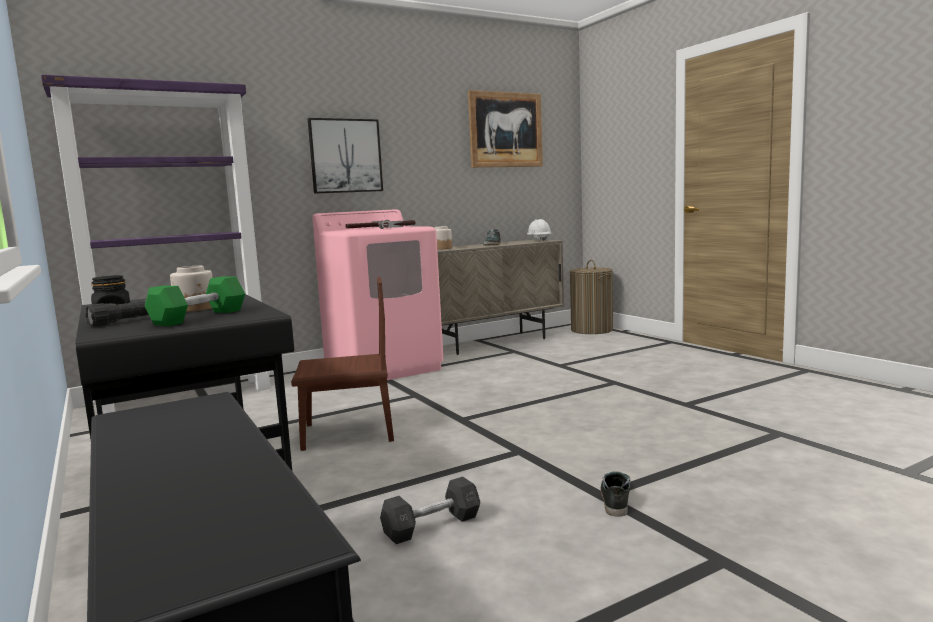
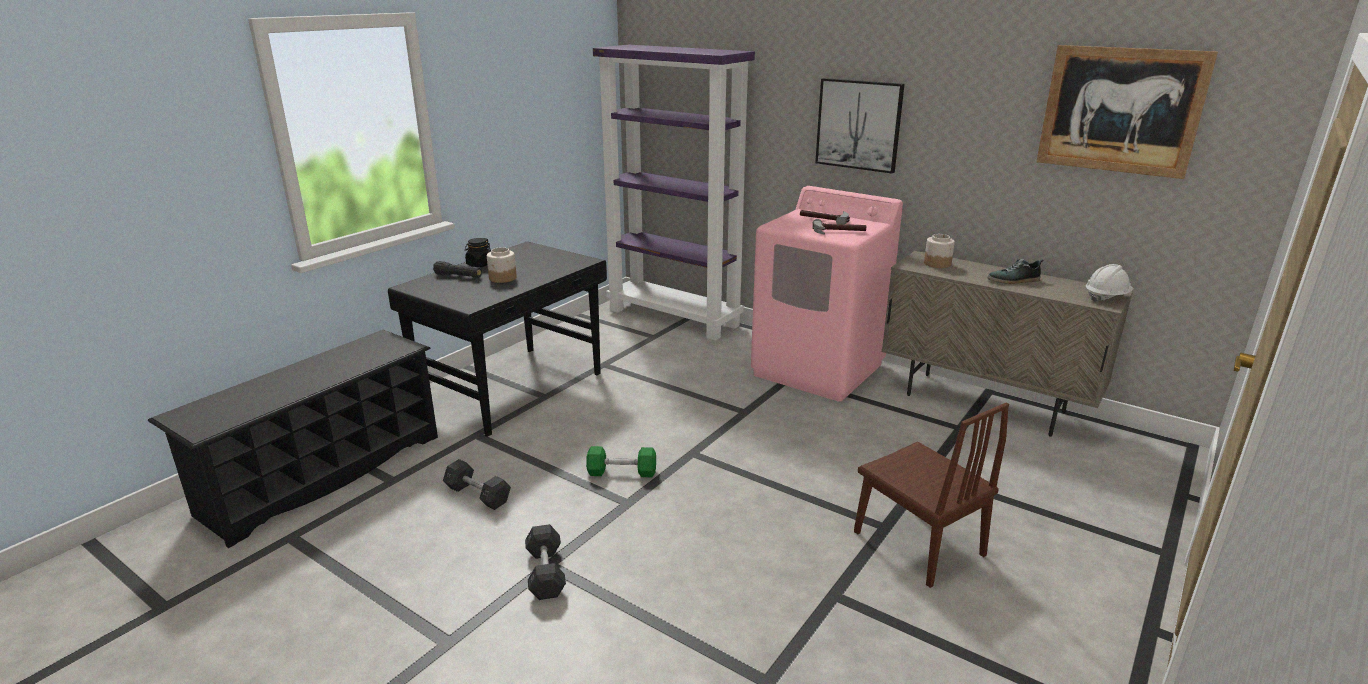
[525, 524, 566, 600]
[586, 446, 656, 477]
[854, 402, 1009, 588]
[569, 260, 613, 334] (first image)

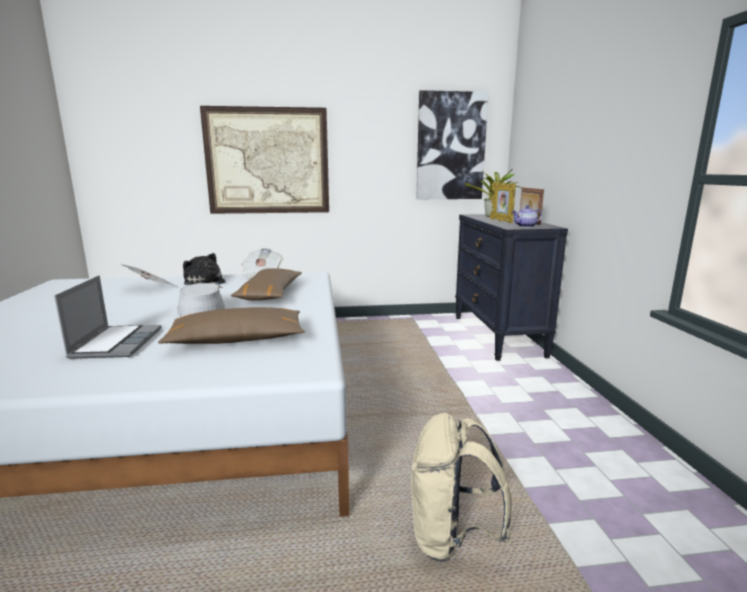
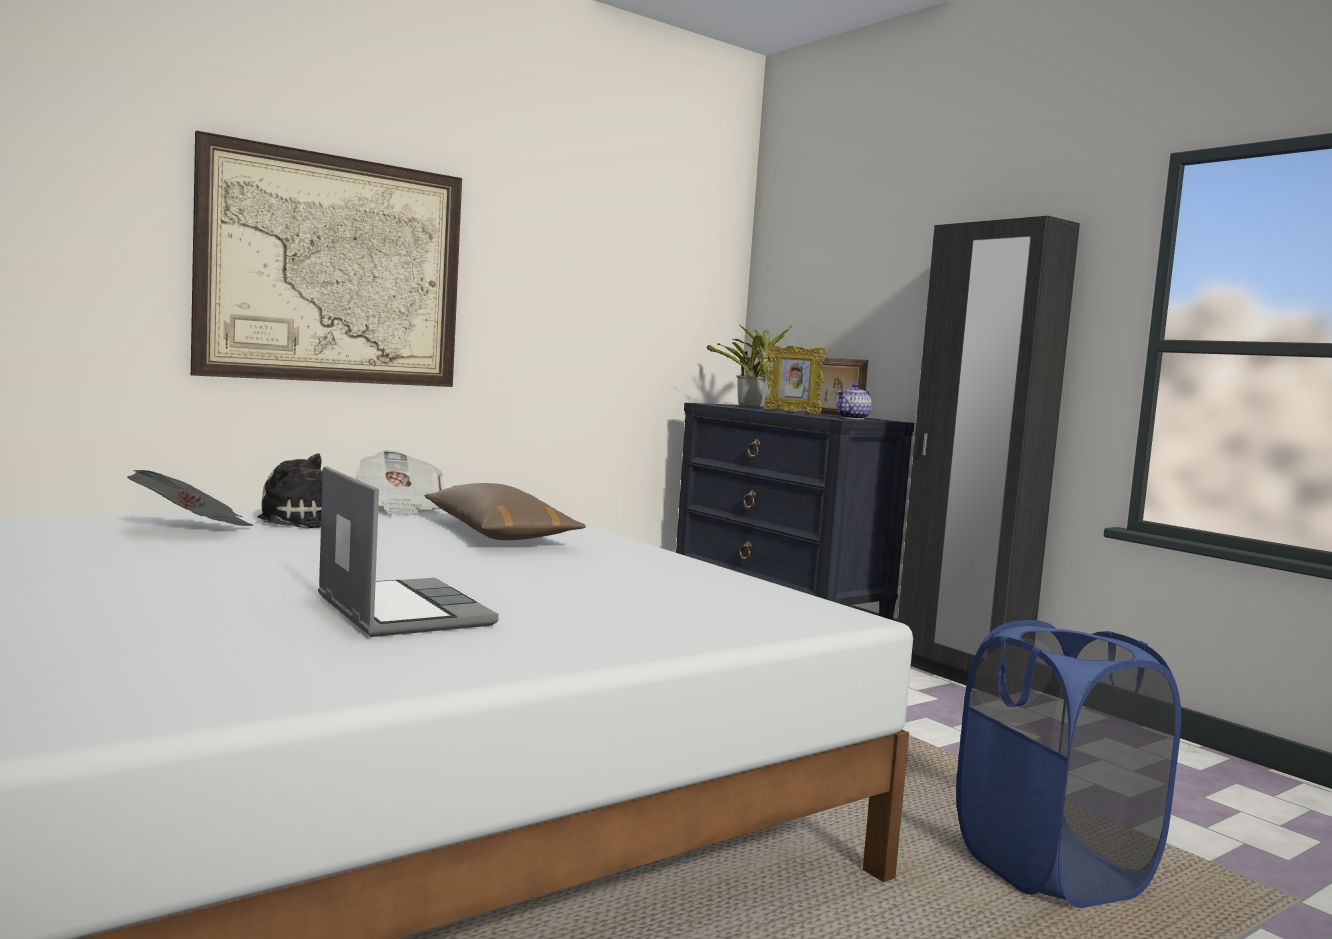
[898, 216, 1080, 685]
[956, 620, 1181, 908]
[158, 307, 305, 344] (first image)
[177, 283, 225, 317] (first image)
[416, 90, 489, 199] (first image)

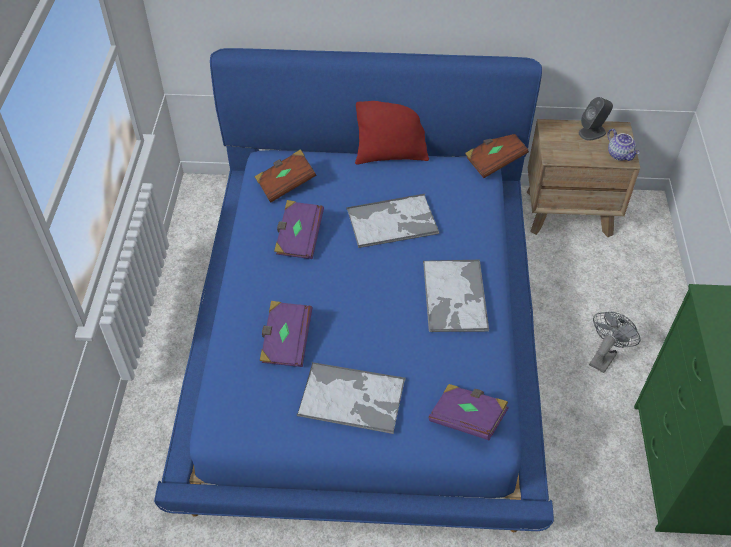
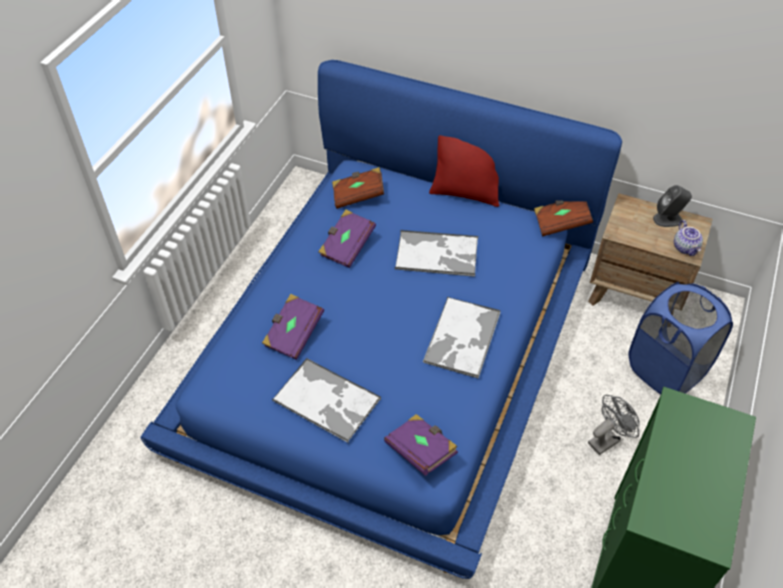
[628, 282, 733, 394]

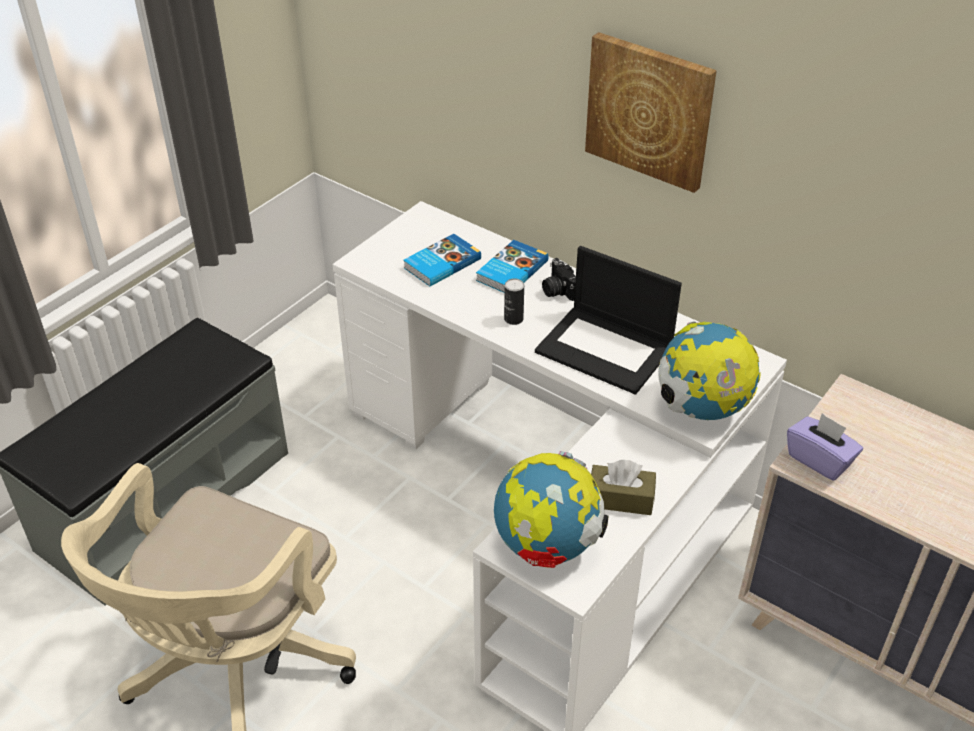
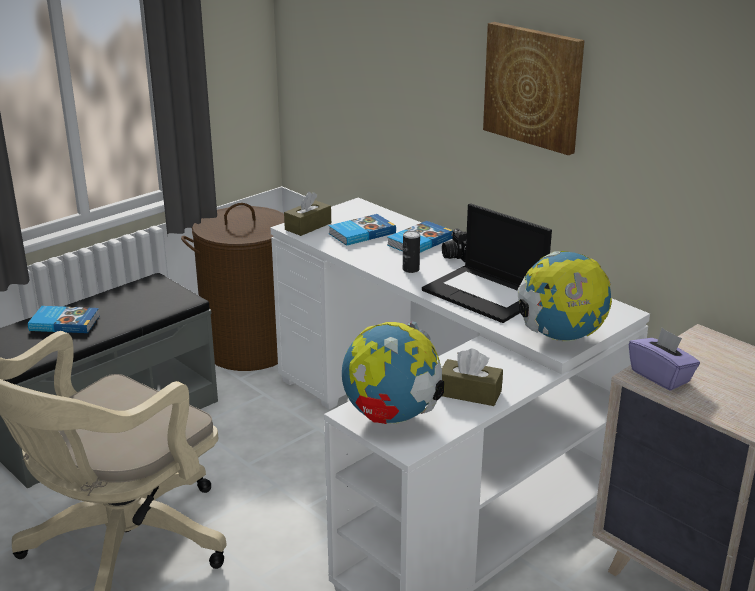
[28, 306, 100, 333]
[181, 203, 284, 371]
[284, 192, 331, 236]

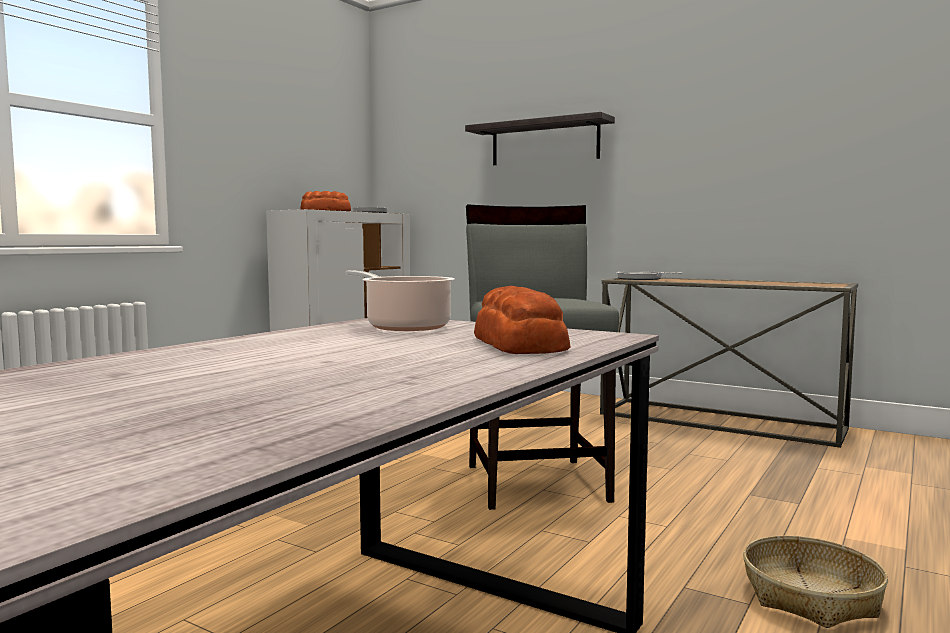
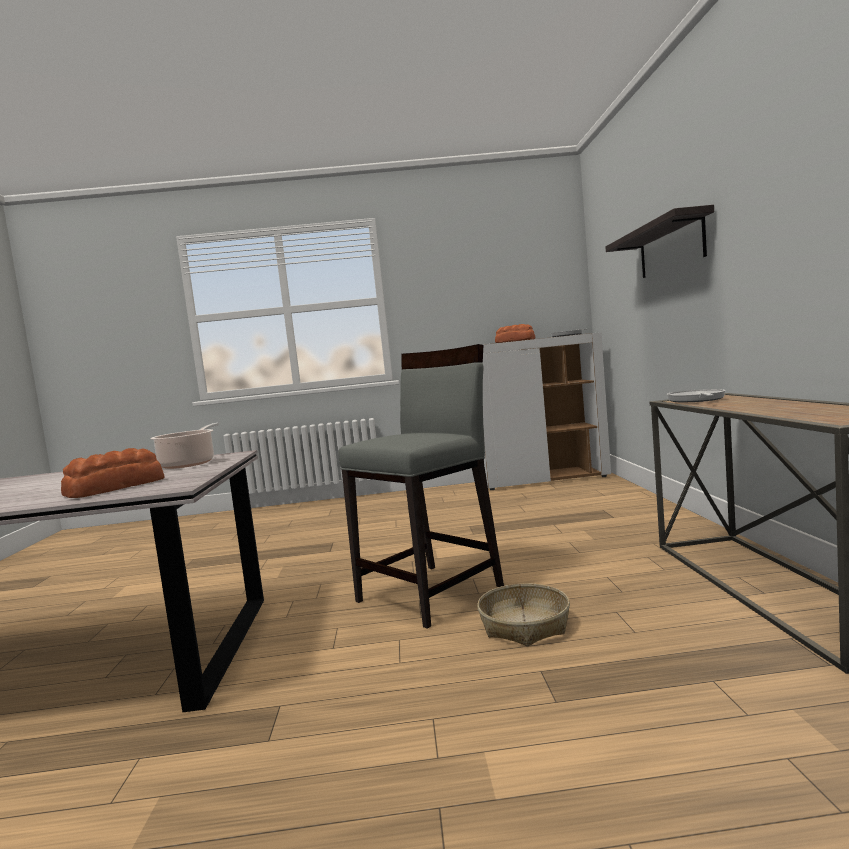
[477, 583, 570, 646]

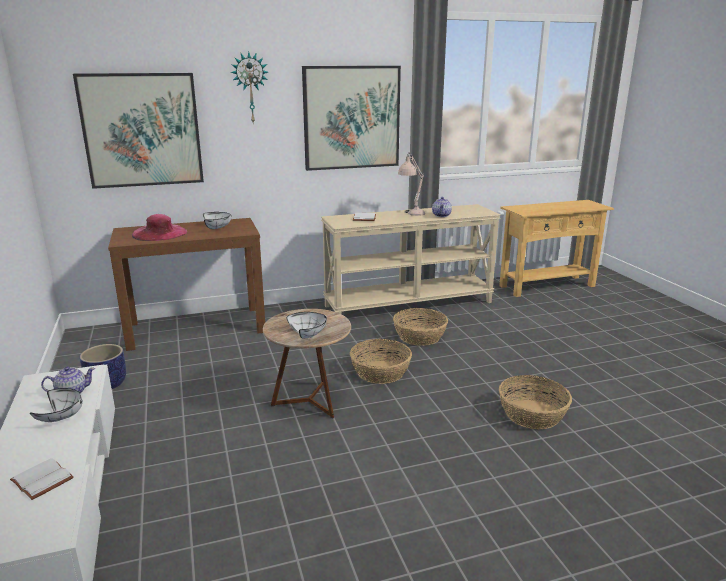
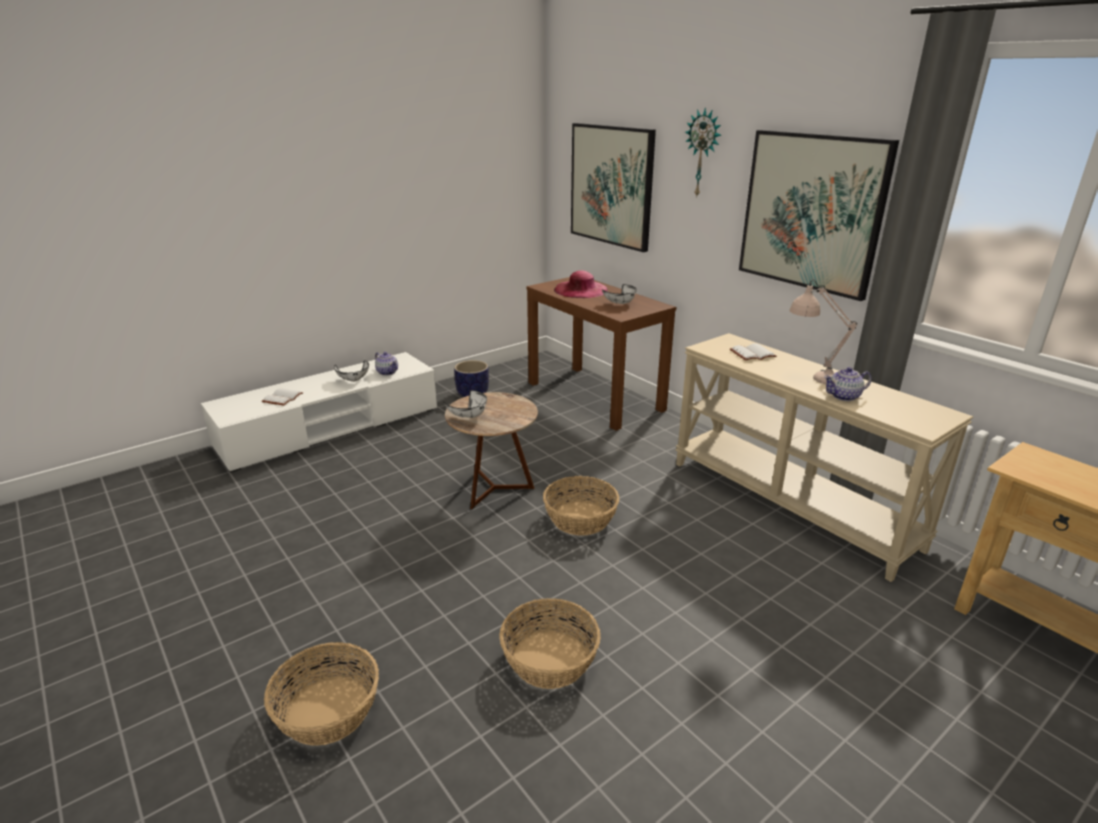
[264, 642, 379, 746]

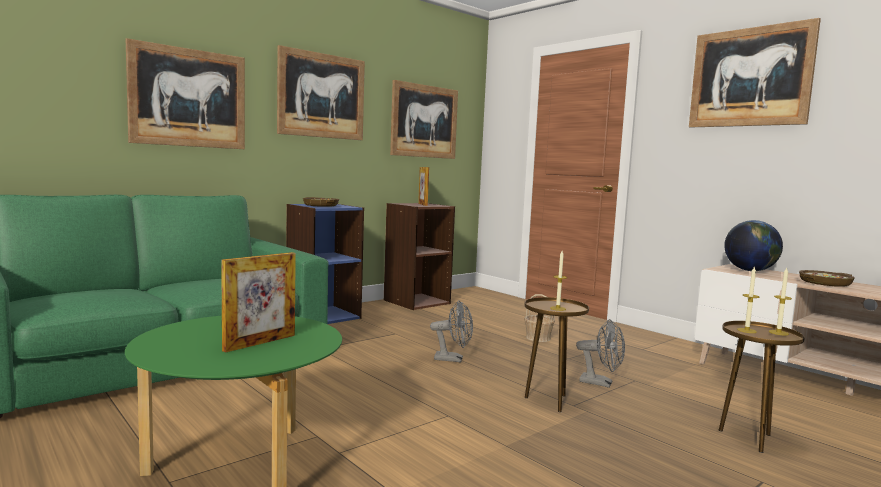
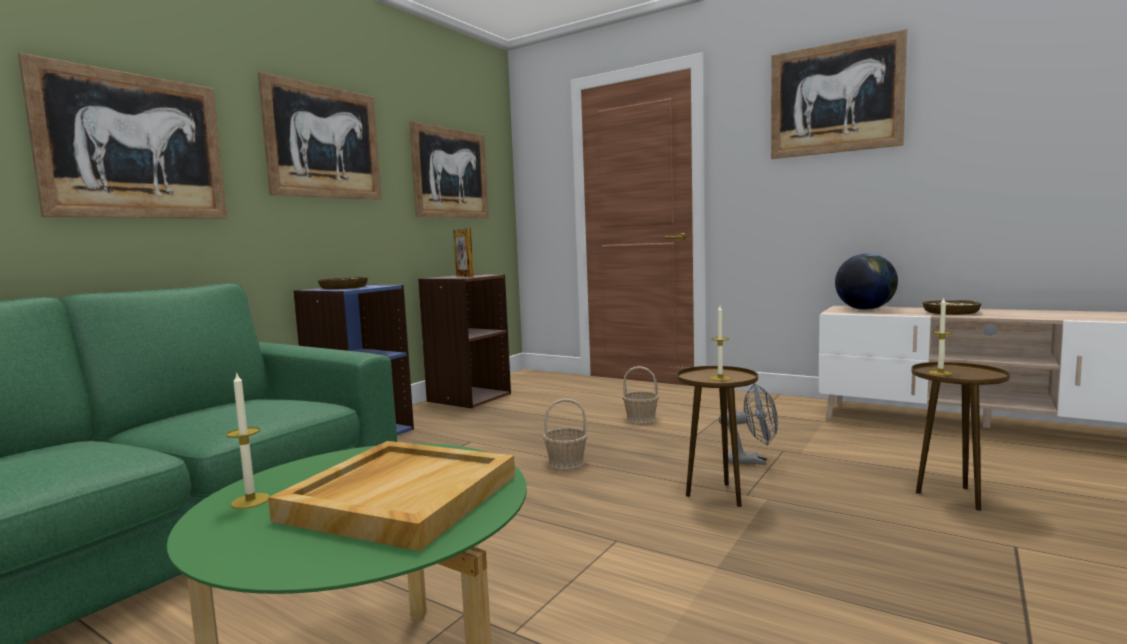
[226, 374, 270, 509]
[268, 441, 515, 551]
[543, 398, 588, 469]

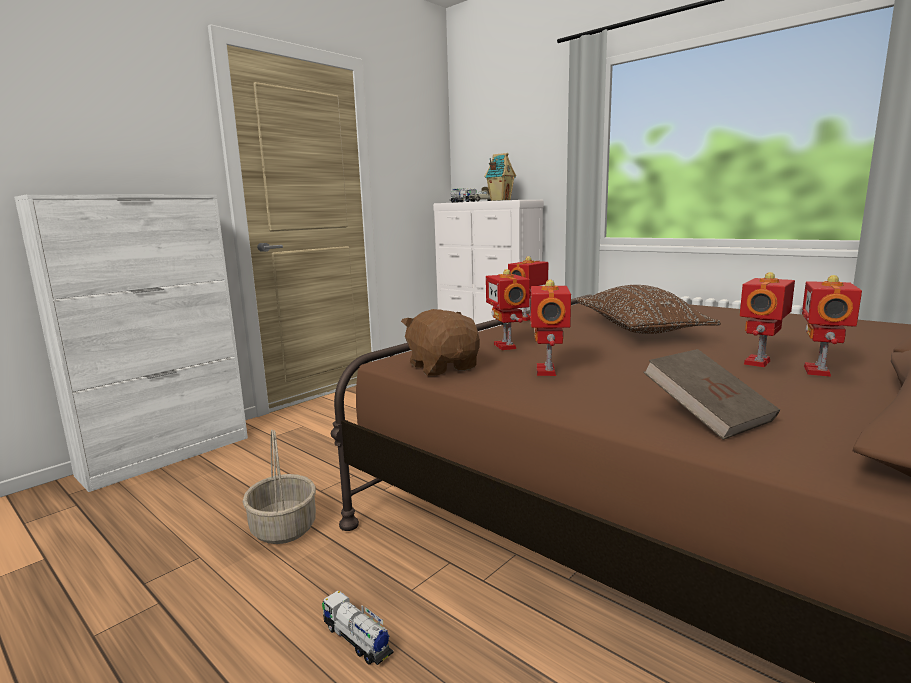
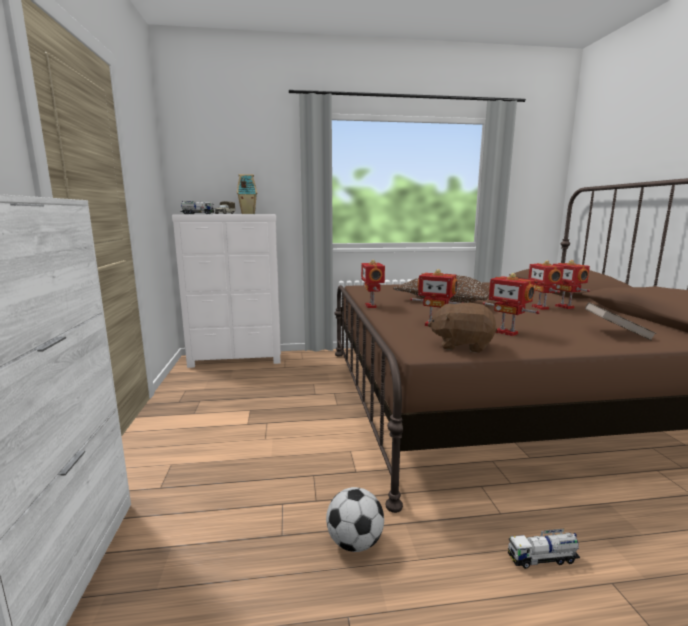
[326, 487, 384, 552]

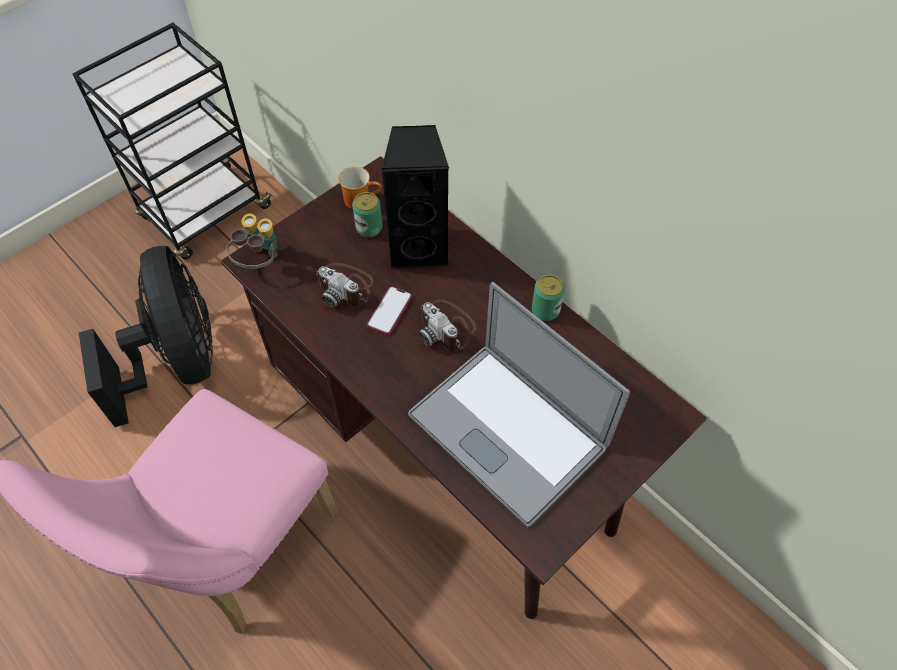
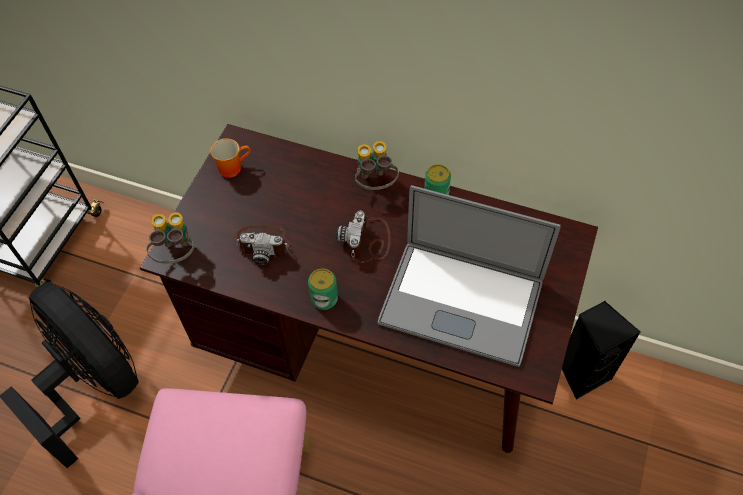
[308, 268, 338, 310]
[336, 211, 391, 263]
[355, 141, 399, 190]
[562, 301, 640, 400]
[367, 286, 412, 335] (first image)

